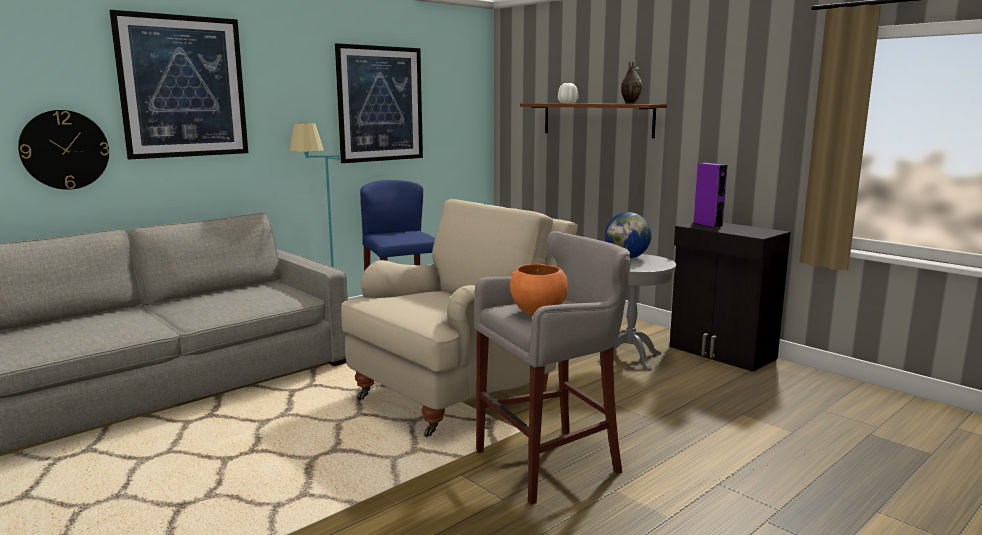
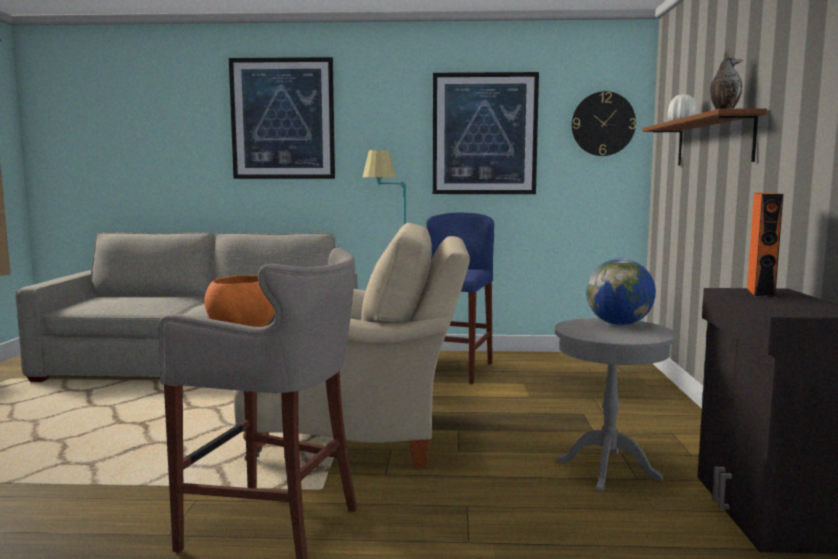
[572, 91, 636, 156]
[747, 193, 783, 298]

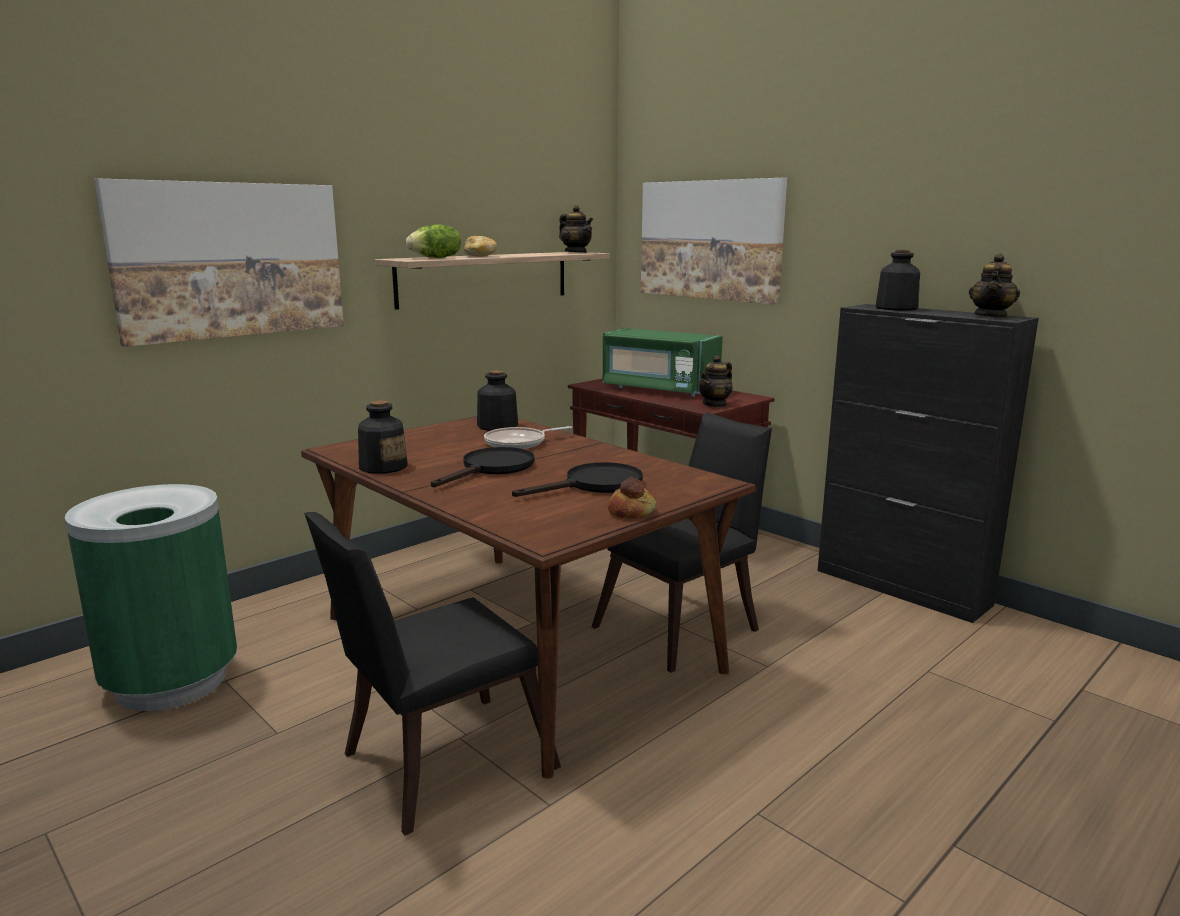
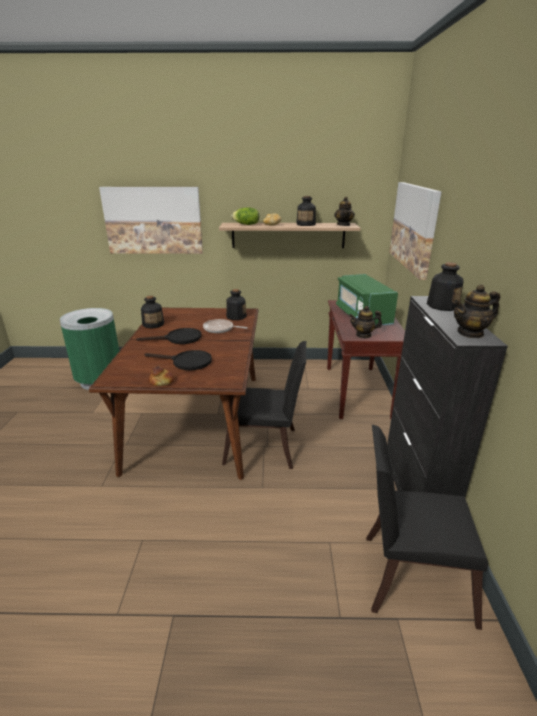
[296, 196, 316, 226]
[366, 425, 489, 630]

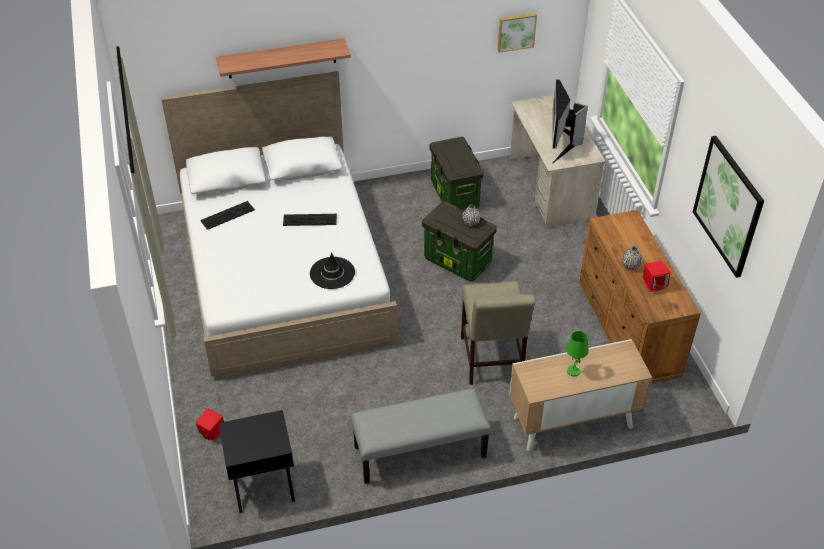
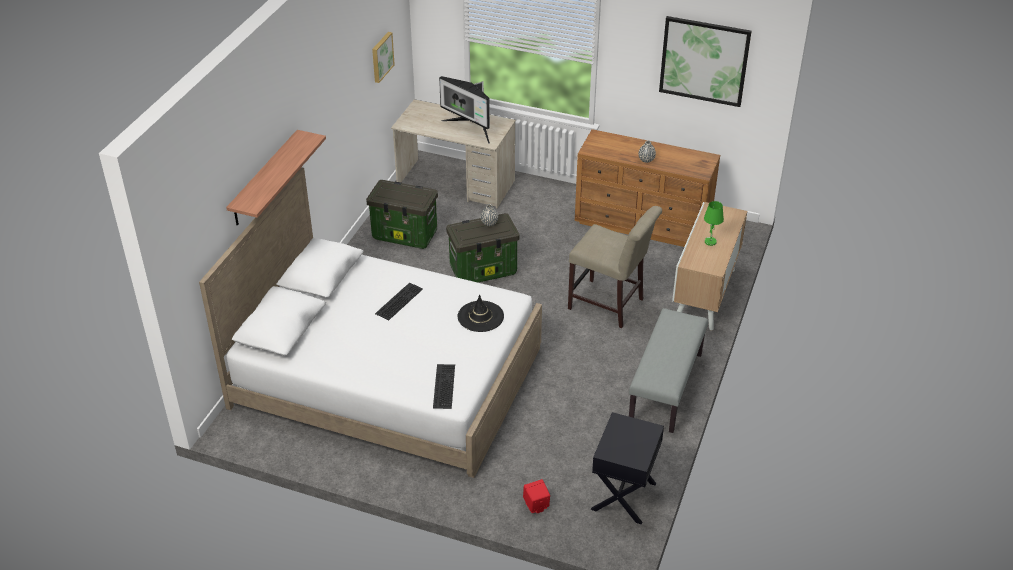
[433, 364, 455, 409]
[643, 261, 671, 292] (first image)

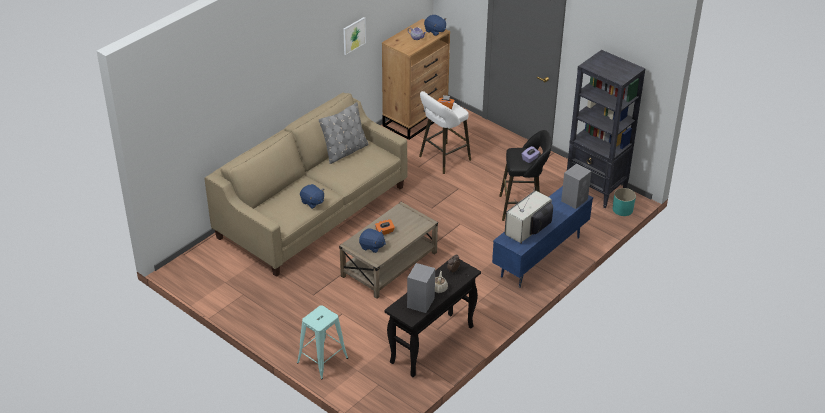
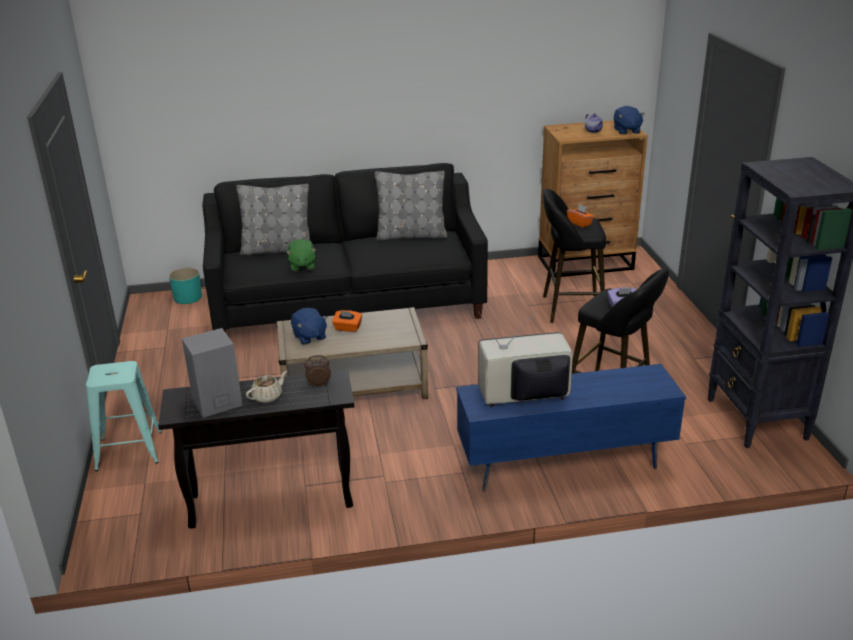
[169, 268, 202, 304]
[202, 163, 488, 333]
[236, 184, 310, 255]
[286, 239, 316, 271]
[543, 189, 606, 323]
[343, 17, 366, 55] (first image)
[561, 163, 591, 209] (first image)

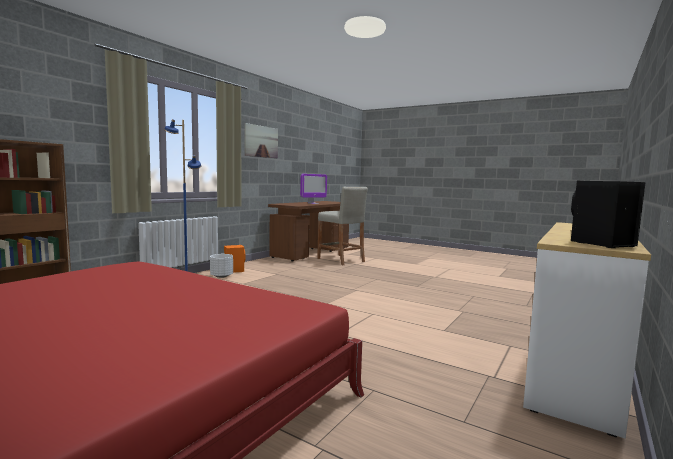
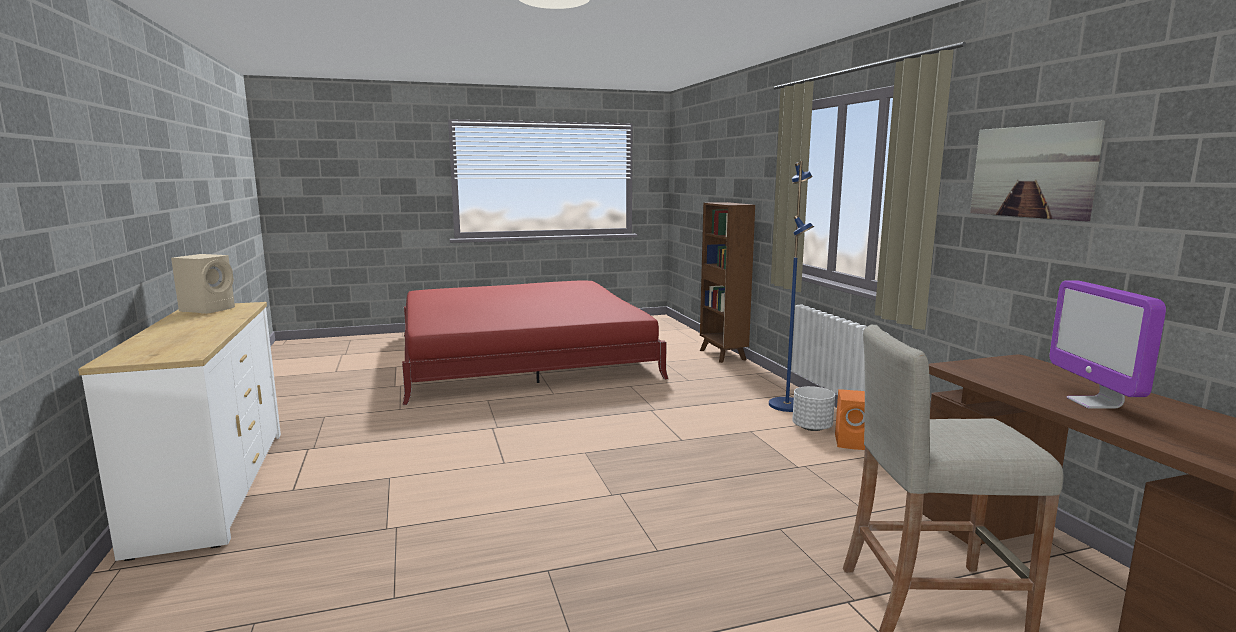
[171, 254, 235, 314]

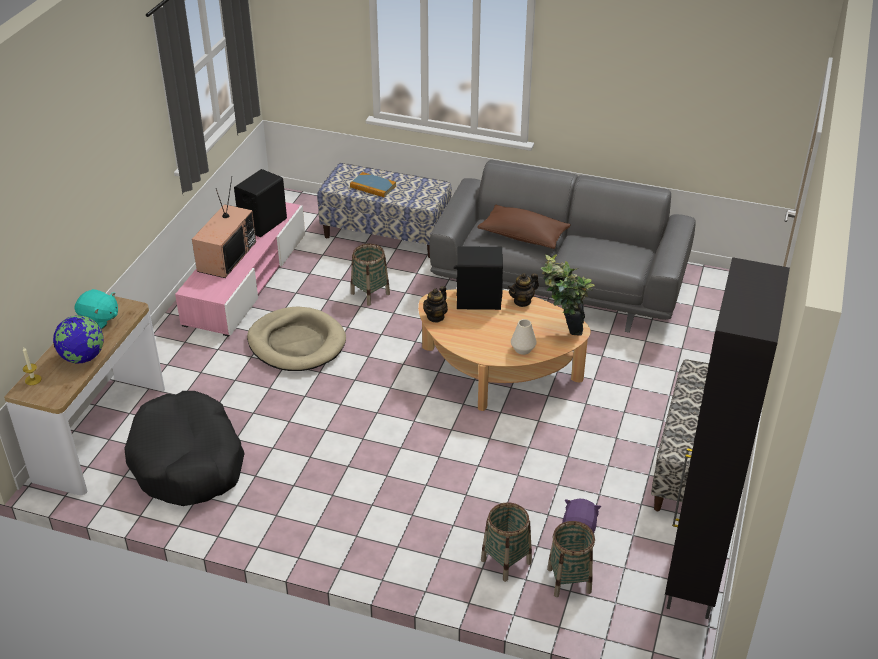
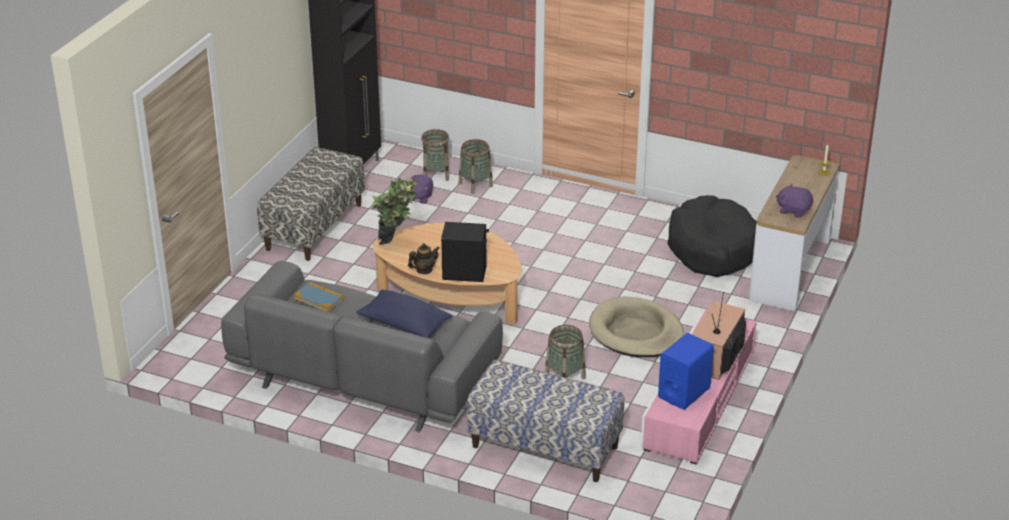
[294, 282, 344, 312]
[356, 289, 453, 338]
[658, 333, 714, 410]
[776, 184, 813, 218]
[53, 315, 104, 364] (first image)
[423, 286, 448, 323] (first image)
[511, 319, 537, 355] (first image)

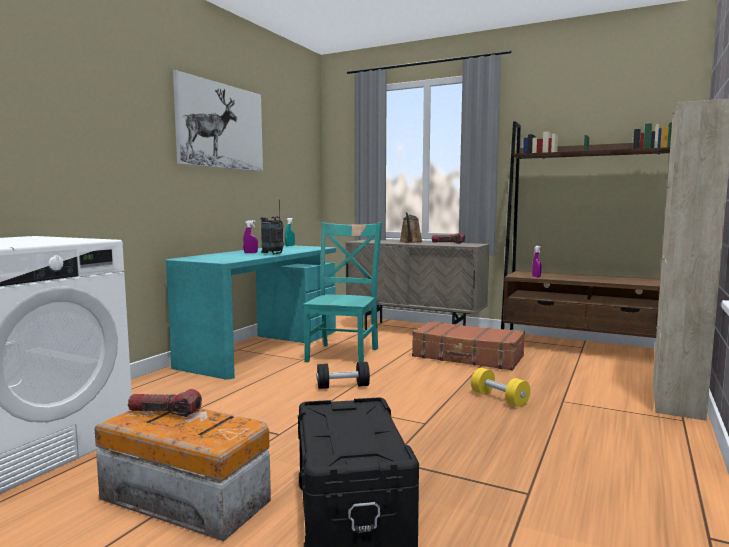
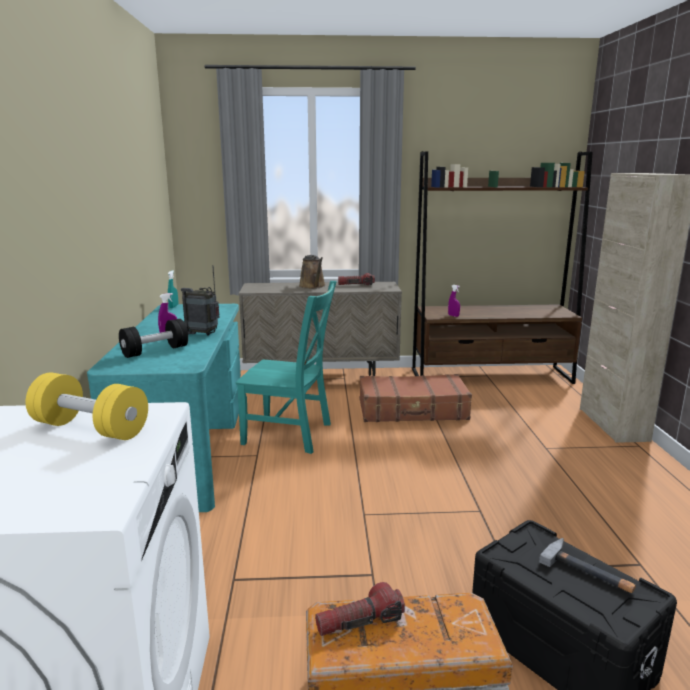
[26, 373, 148, 440]
[119, 319, 188, 358]
[236, 281, 337, 454]
[539, 538, 636, 593]
[173, 70, 263, 171] (first image)

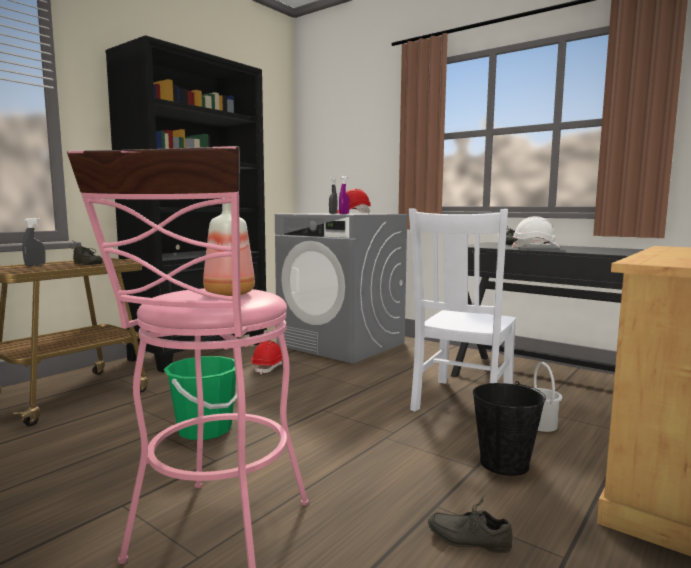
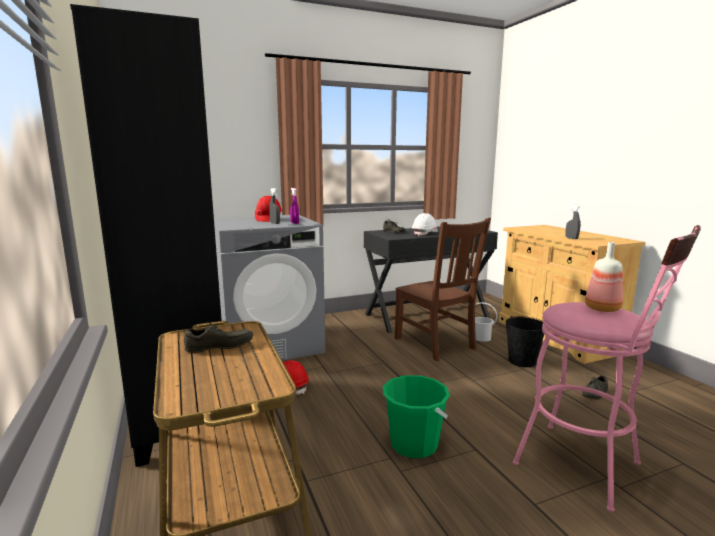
[395, 218, 491, 361]
[565, 204, 580, 239]

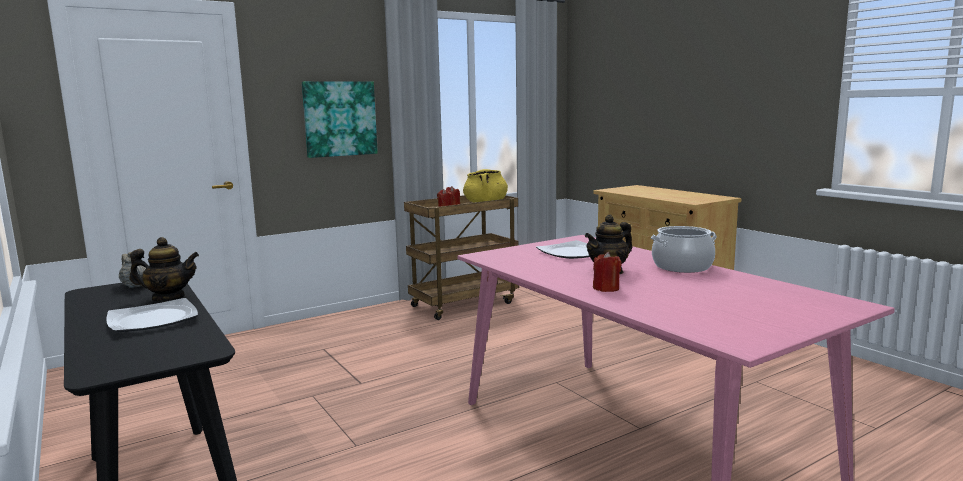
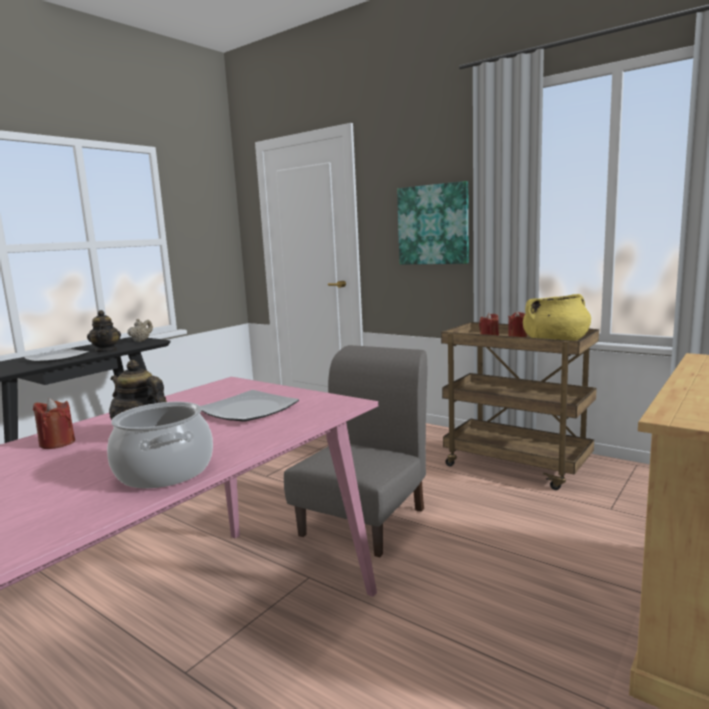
[284, 345, 427, 557]

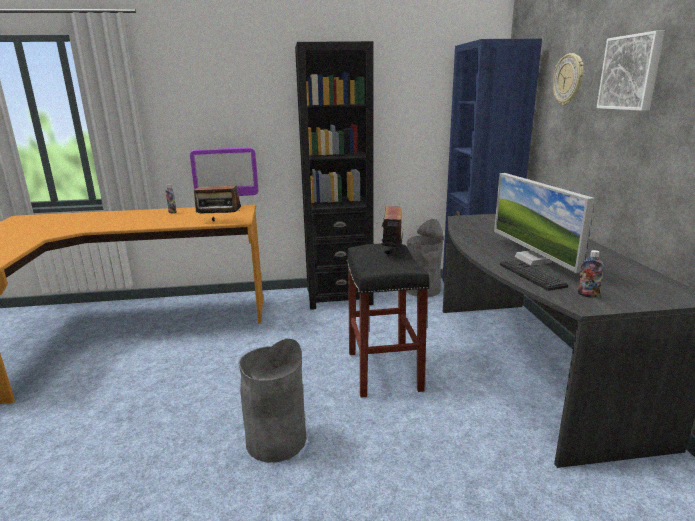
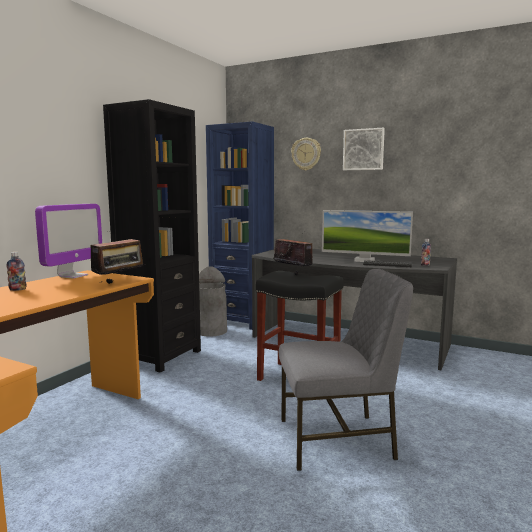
[279, 269, 413, 471]

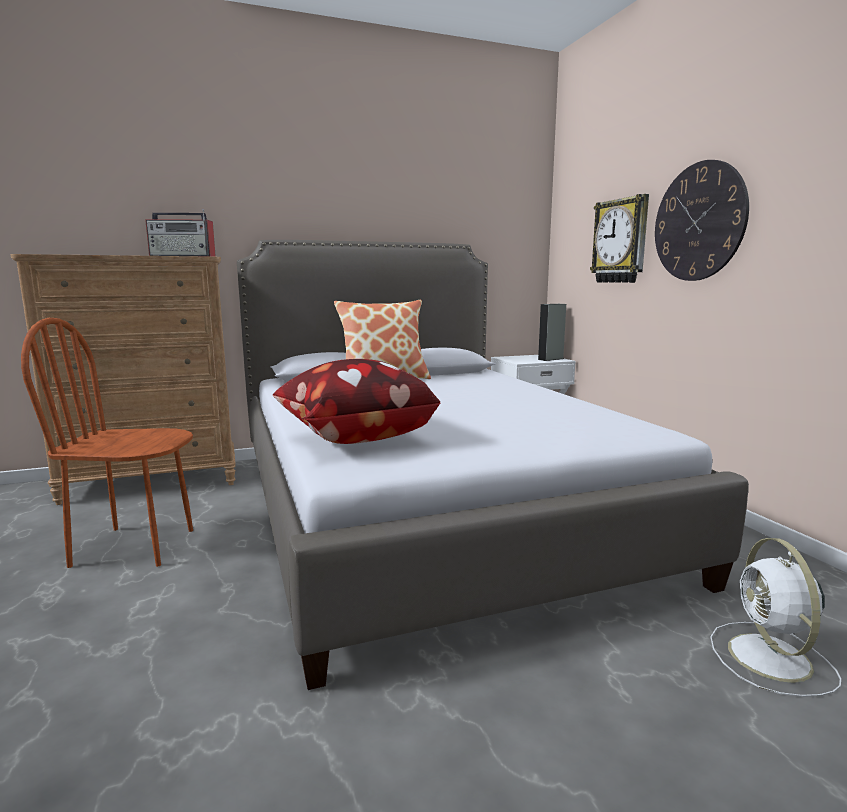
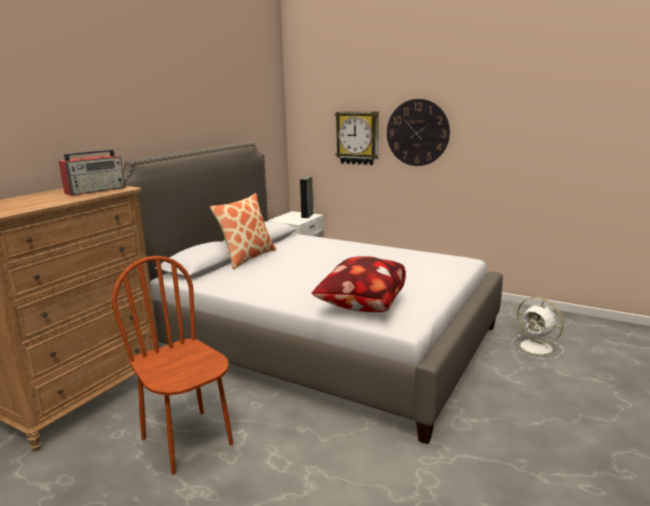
[112, 256, 233, 474]

